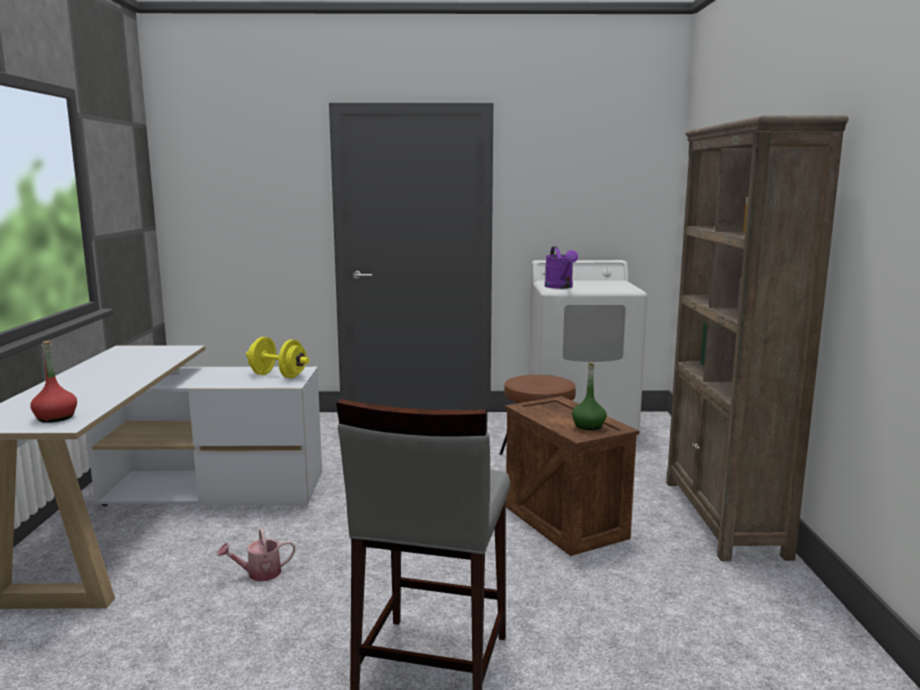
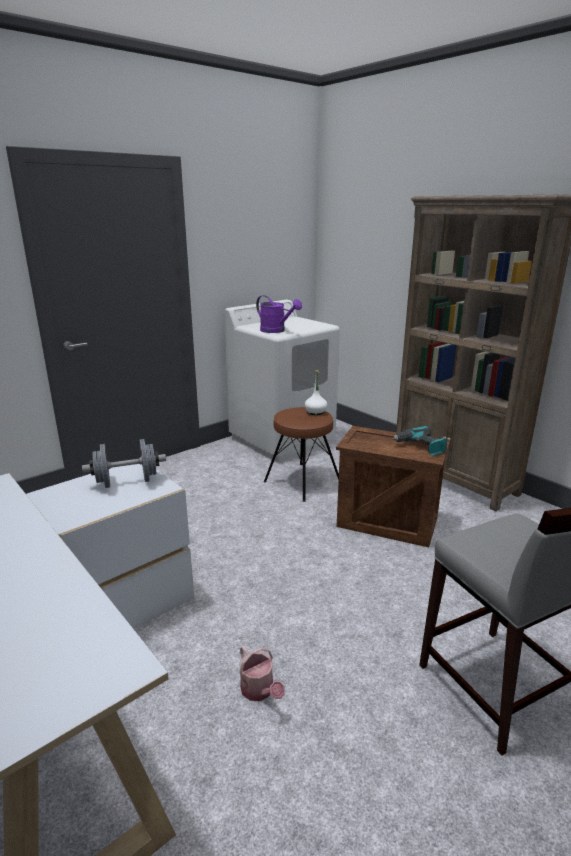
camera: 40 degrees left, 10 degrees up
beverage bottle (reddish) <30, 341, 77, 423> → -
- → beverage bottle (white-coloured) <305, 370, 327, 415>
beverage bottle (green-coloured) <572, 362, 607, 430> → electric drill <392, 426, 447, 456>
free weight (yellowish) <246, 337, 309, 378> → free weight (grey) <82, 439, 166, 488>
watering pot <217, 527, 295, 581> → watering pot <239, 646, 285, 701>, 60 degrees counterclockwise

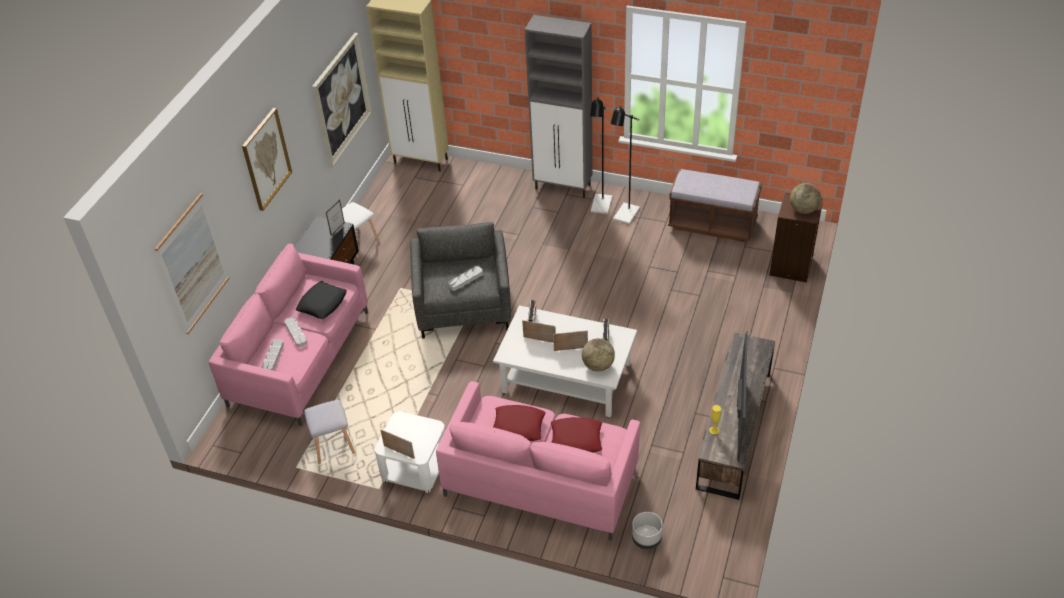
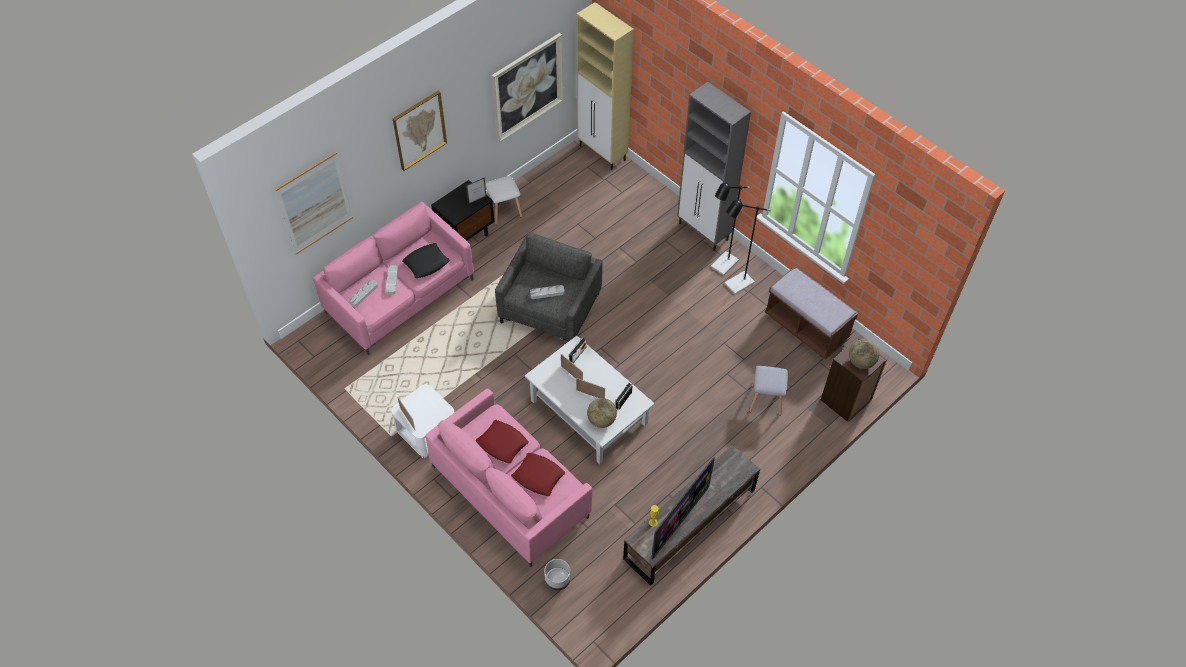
camera: 25 degrees right, 10 degrees up
sitting stool (grey) <304, 400, 355, 464> → sitting stool (grey) <749, 366, 788, 416>, moved

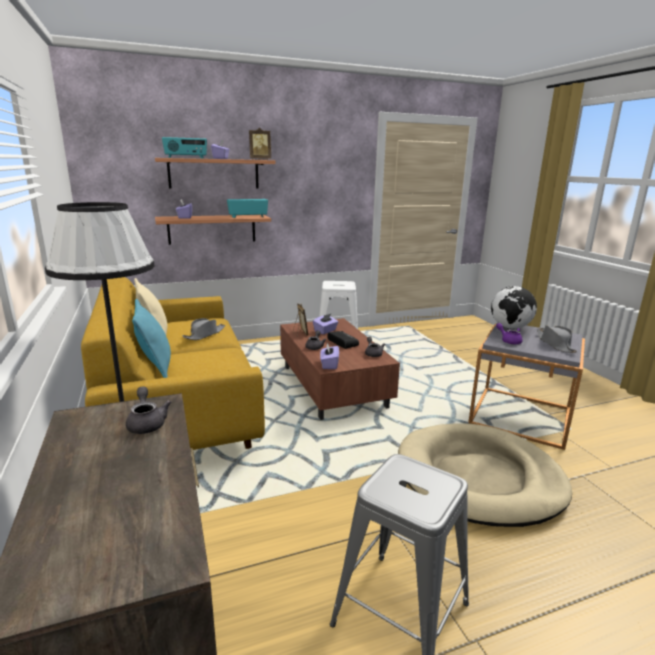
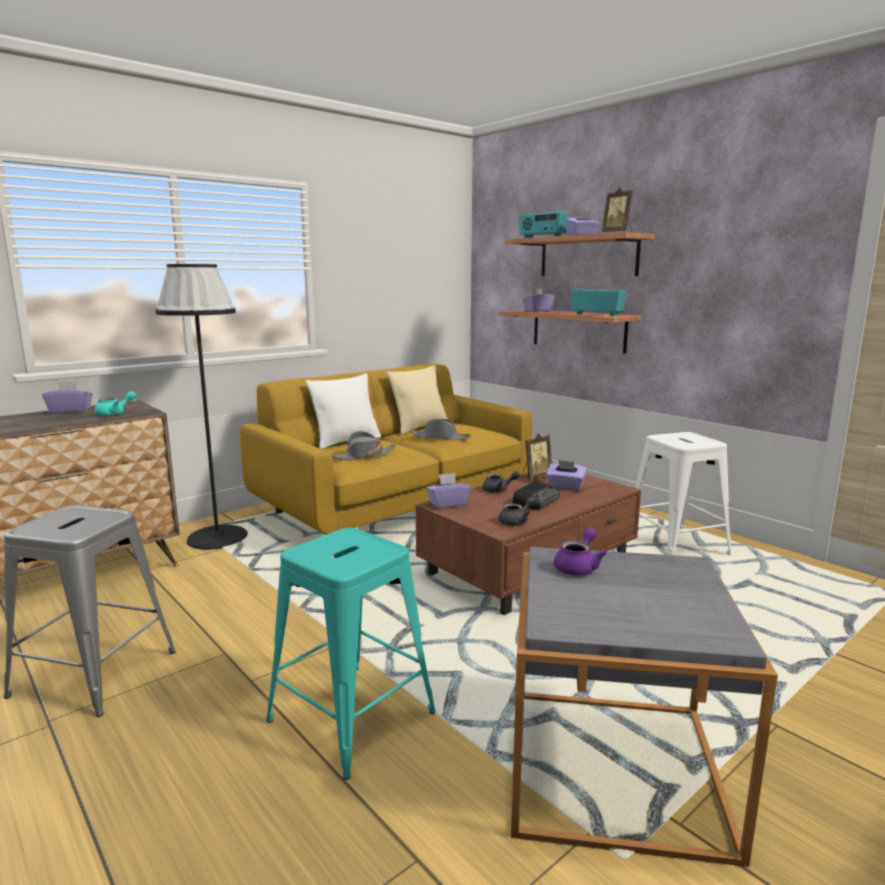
camera: 70 degrees right, 5 degrees down
world globe <491, 286, 537, 329> → -
- → tissue holder (purple-coloured) <42, 380, 93, 414>
wearable hat (grey) <537, 325, 577, 353> → wearable hat (grey) <332, 431, 396, 460>, moved
pet bed (beige) <398, 423, 572, 527> → sitting stool (blue-green) <266, 528, 436, 780>
pot for tea (grey) <126, 386, 171, 434> → pot for tea (blue-green) <94, 391, 136, 416>
pillow (blue-green) <132, 299, 171, 378> → pillow (white-coloured) <306, 374, 381, 449>

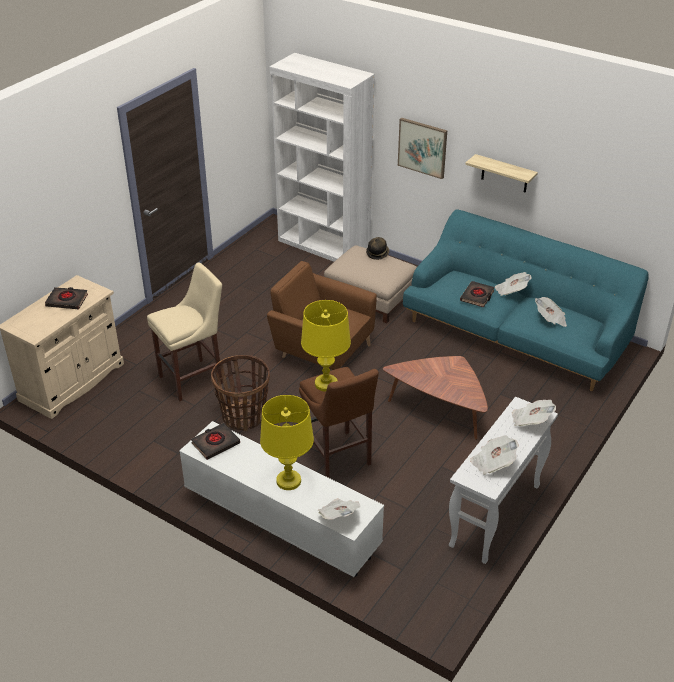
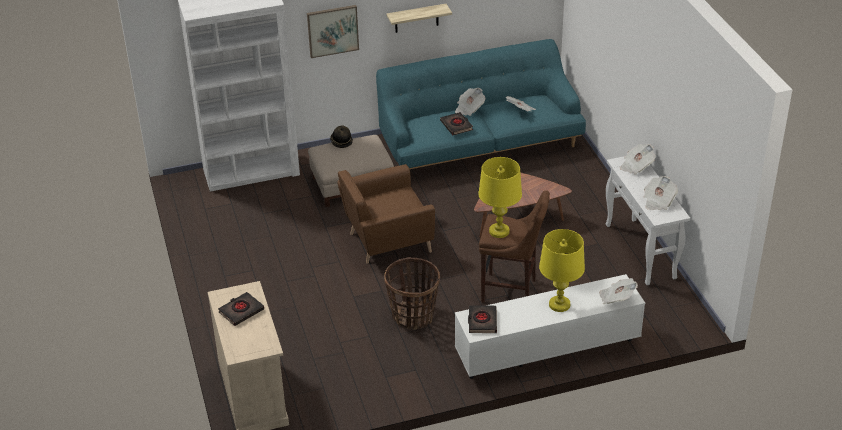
camera: 50 degrees left, 0 degrees up
sitting stool (beige) <147, 263, 223, 401> → -

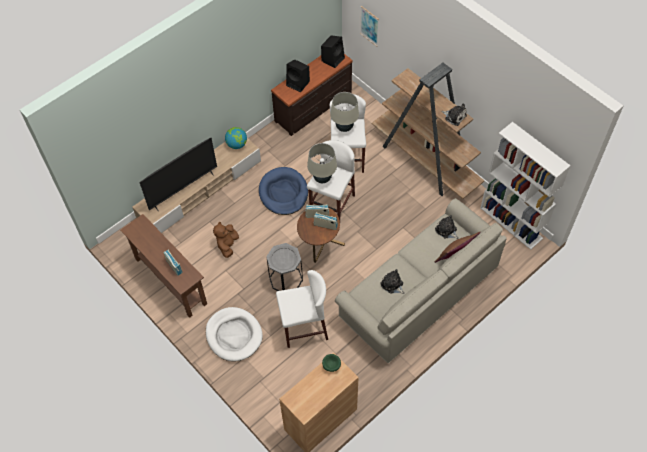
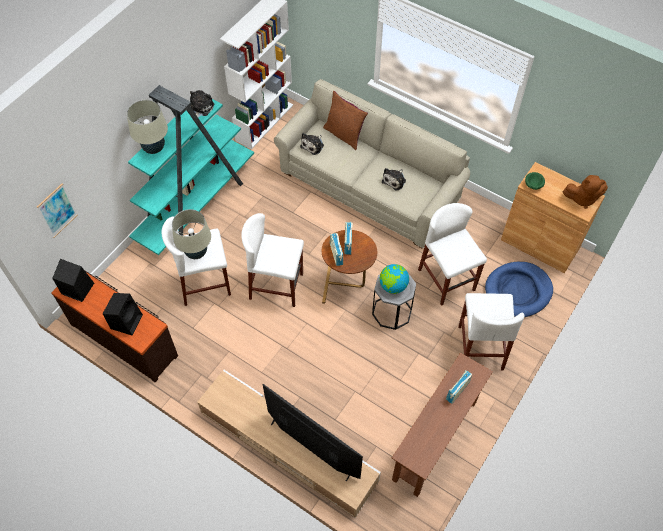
camera: 105 degrees left, 0 degrees up
plush toy (brown-coloured) <213, 222, 239, 258> → plush toy (brown-coloured) <563, 175, 608, 209>, moved
world globe <225, 127, 247, 149> → world globe <379, 264, 409, 294>, moved
pet bed (blue) <259, 167, 308, 215> → pet bed (blue) <485, 262, 553, 317>, moved
lamp for a table (beige) <307, 143, 337, 183> → lamp for a table (beige) <127, 100, 168, 154>, moved
pet bed (white-coloured) <206, 307, 263, 361> → sitting stool (white-coloured) <458, 293, 524, 371>
bookshelf (brown-coloured) <372, 63, 484, 199> → bookshelf (blue-green) <128, 85, 254, 255>

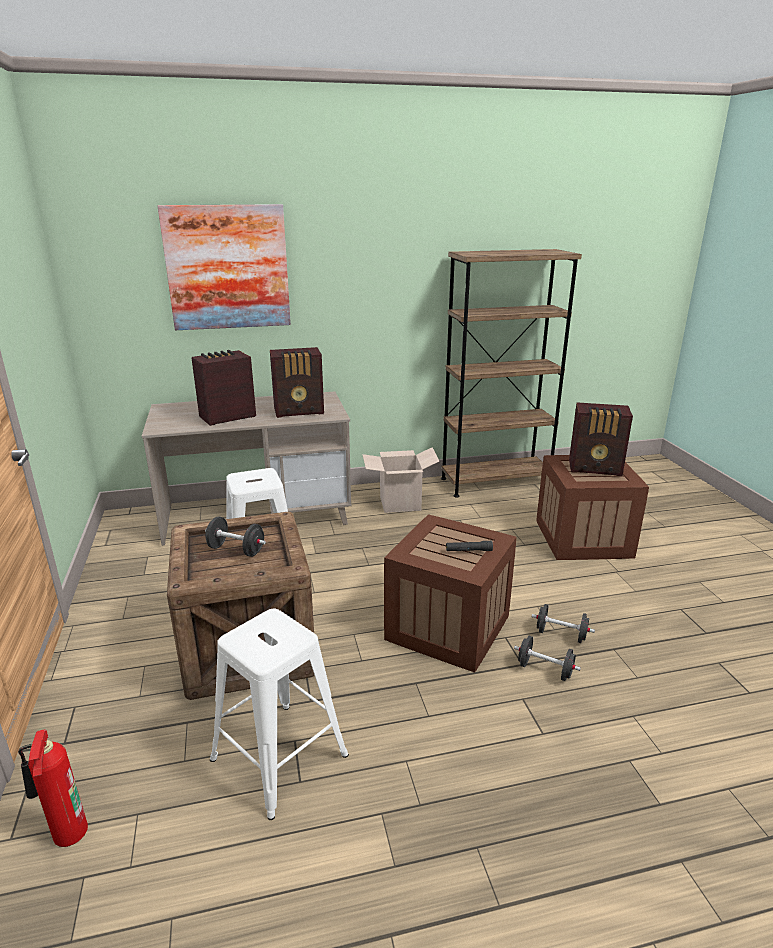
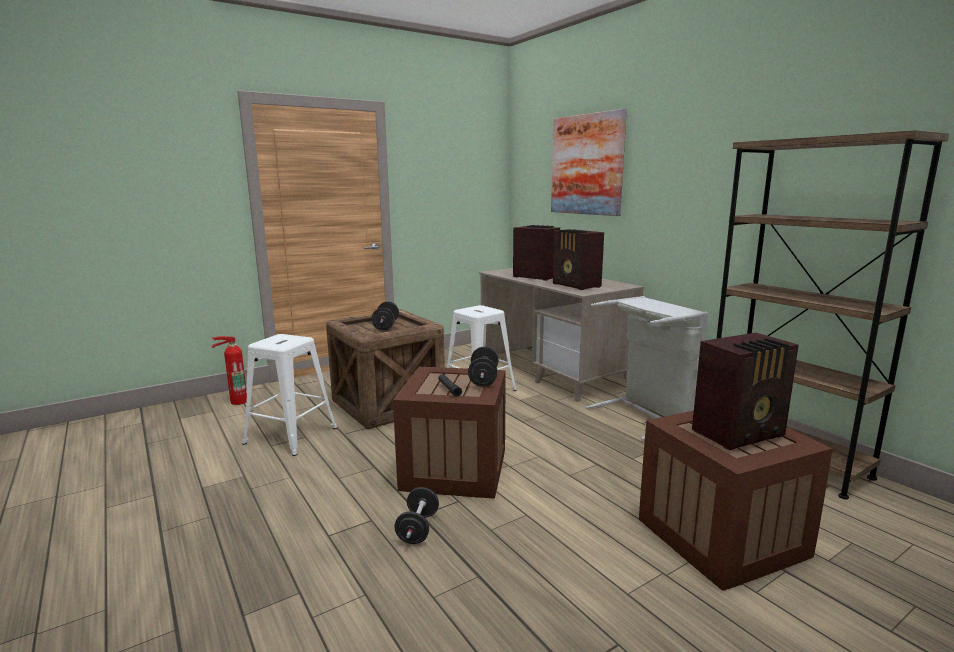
camera: 70 degrees right, 10 degrees down
free weight (black-coloured) <532, 604, 595, 643> → free weight (black-coloured) <468, 347, 499, 387>, moved
cardboard box <362, 447, 440, 513> → washing basket (grey) <586, 296, 708, 440>
radio <569, 402, 633, 476> → radio <692, 333, 799, 450>, 105 degrees counterclockwise

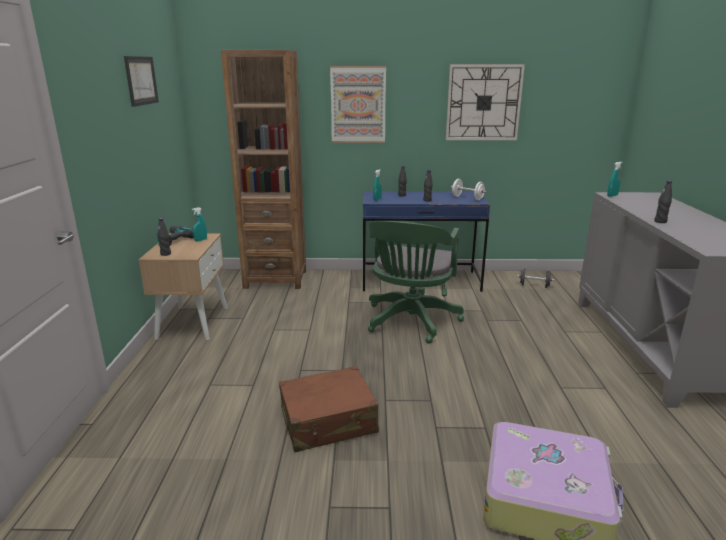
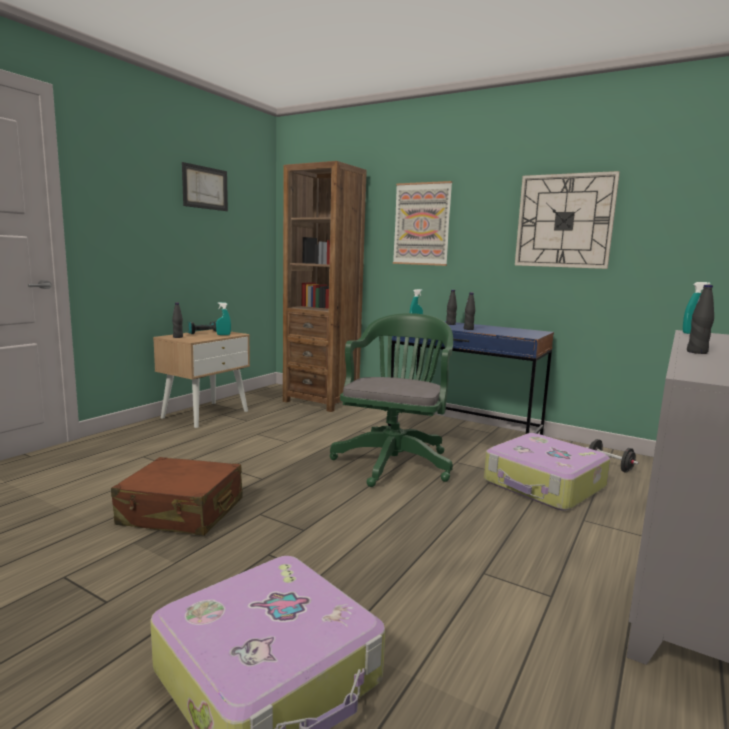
camera: 30 degrees right, 10 degrees down
free weight (white-coloured) <451, 179, 487, 200> → -
- → piece of luggage <484, 433, 610, 511>
desk chair (green-coloured) <368, 221, 464, 344> → desk chair (green-coloured) <330, 313, 453, 487>, 150 degrees clockwise

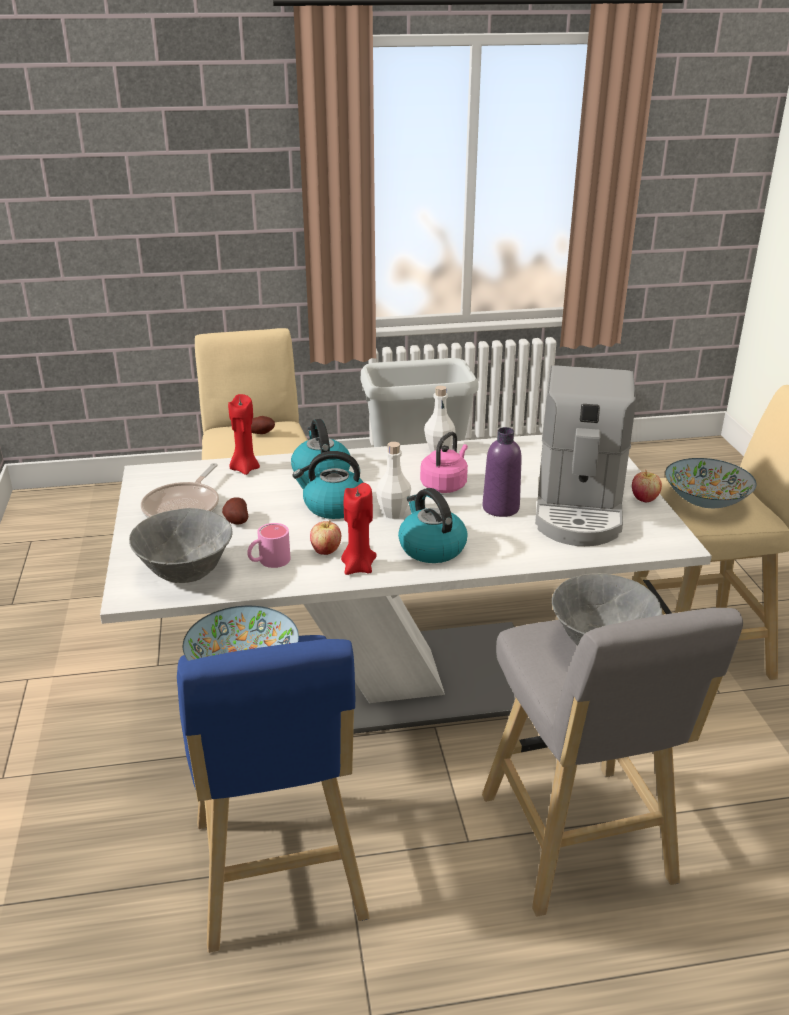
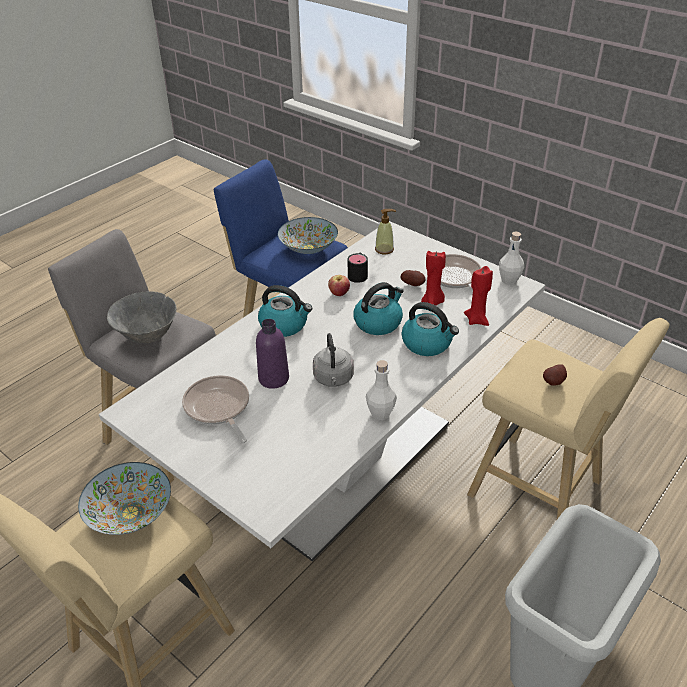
camera: 140 degrees right, 10 degrees up
whole apple <632, 470, 662, 502> → -
wax candle (reddish) <341, 483, 377, 575> → wax candle (reddish) <421, 249, 446, 306>, moved
beverage bottle (white-coloured) <376, 442, 411, 519> → beverage bottle (white-coloured) <499, 232, 524, 285>, moved
serving bowl (grey) <129, 508, 233, 583> → soap bottle <375, 209, 396, 254>
coffee brewer <535, 365, 636, 546> → pan <182, 375, 249, 443>
mug (pink) <247, 523, 291, 568> → mug (black-coloured) <348, 253, 368, 283>
kettle (pink) <420, 432, 468, 493> → kettle (grey) <313, 333, 354, 387>

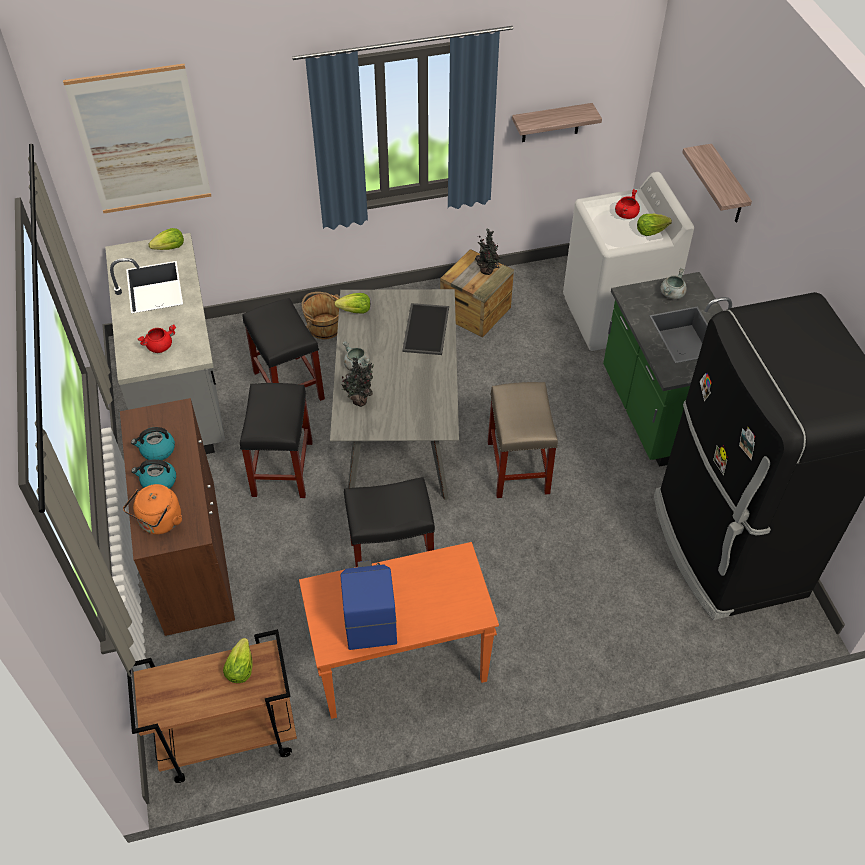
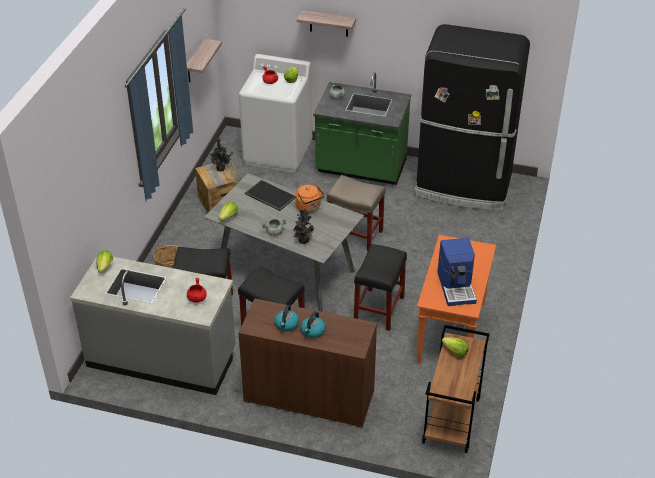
camera: 60 degrees left, 10 degrees down
picture <63, 64, 211, 213> → -
kettle (orange) <123, 484, 182, 534> → kettle (orange) <295, 185, 325, 213>, moved
coffee brewer <340, 561, 397, 650> → coffee brewer <438, 238, 477, 306>, 120 degrees counterclockwise

